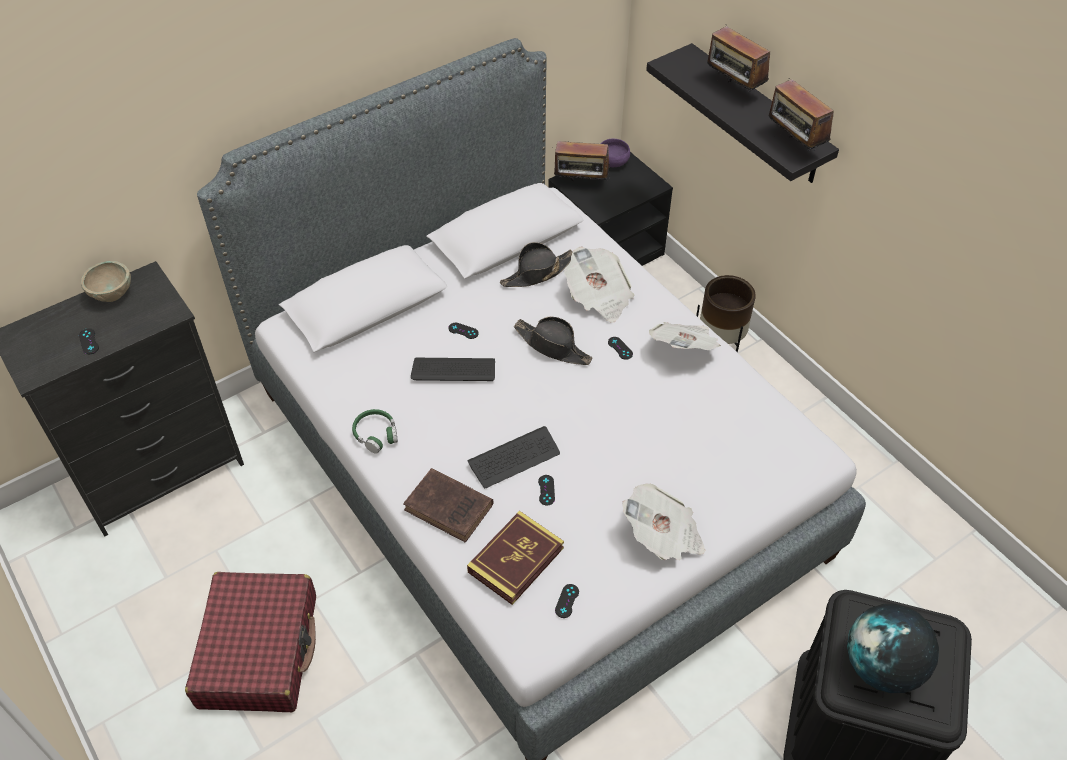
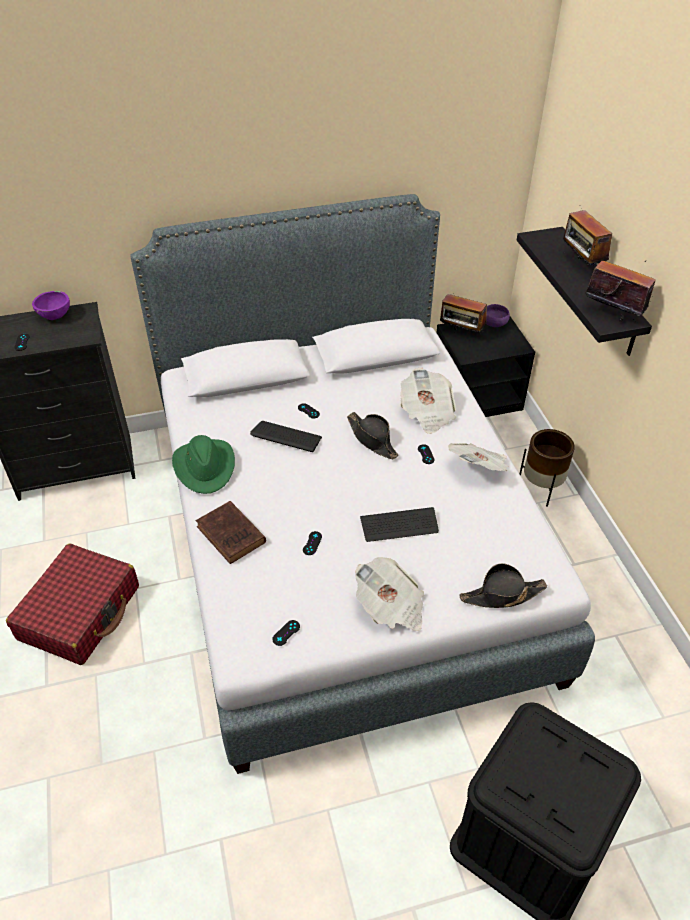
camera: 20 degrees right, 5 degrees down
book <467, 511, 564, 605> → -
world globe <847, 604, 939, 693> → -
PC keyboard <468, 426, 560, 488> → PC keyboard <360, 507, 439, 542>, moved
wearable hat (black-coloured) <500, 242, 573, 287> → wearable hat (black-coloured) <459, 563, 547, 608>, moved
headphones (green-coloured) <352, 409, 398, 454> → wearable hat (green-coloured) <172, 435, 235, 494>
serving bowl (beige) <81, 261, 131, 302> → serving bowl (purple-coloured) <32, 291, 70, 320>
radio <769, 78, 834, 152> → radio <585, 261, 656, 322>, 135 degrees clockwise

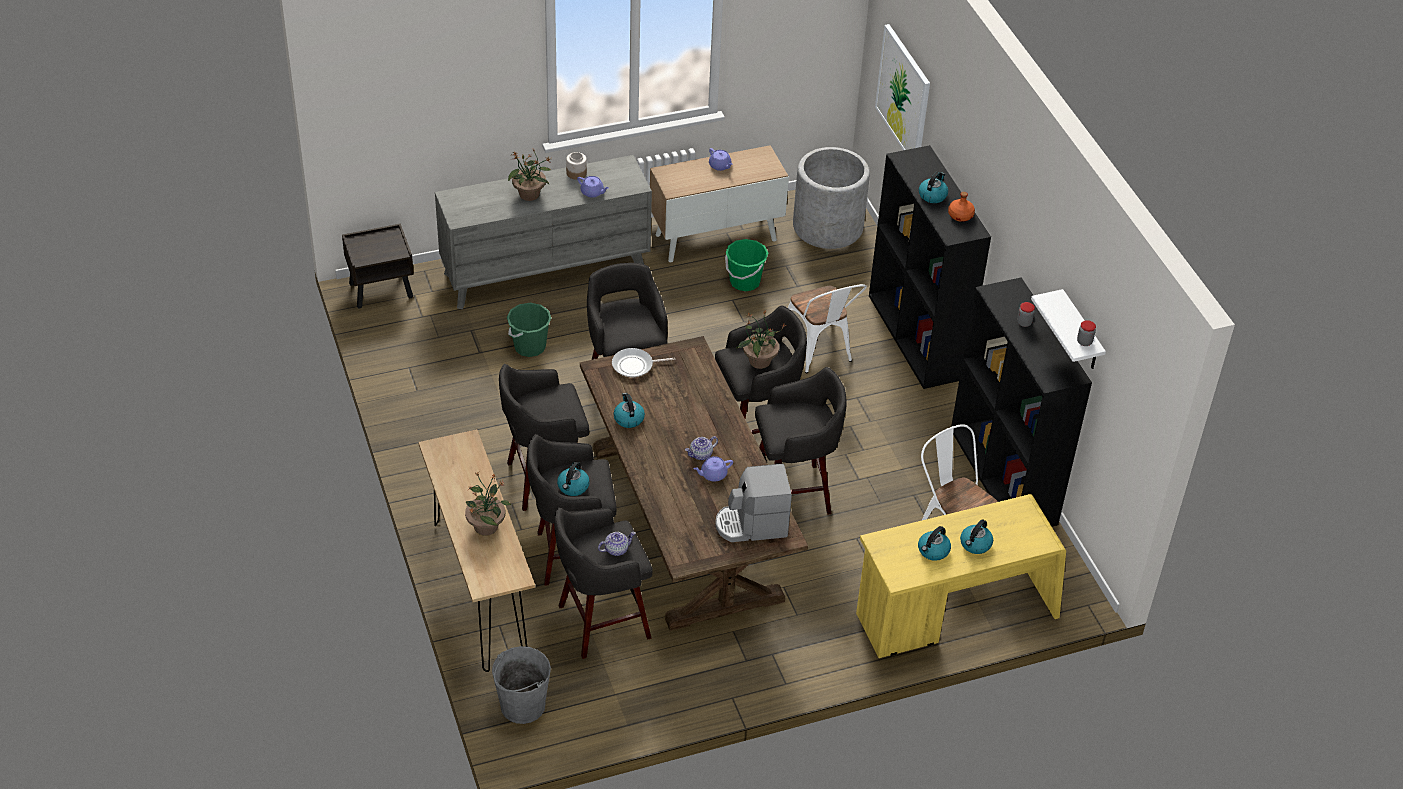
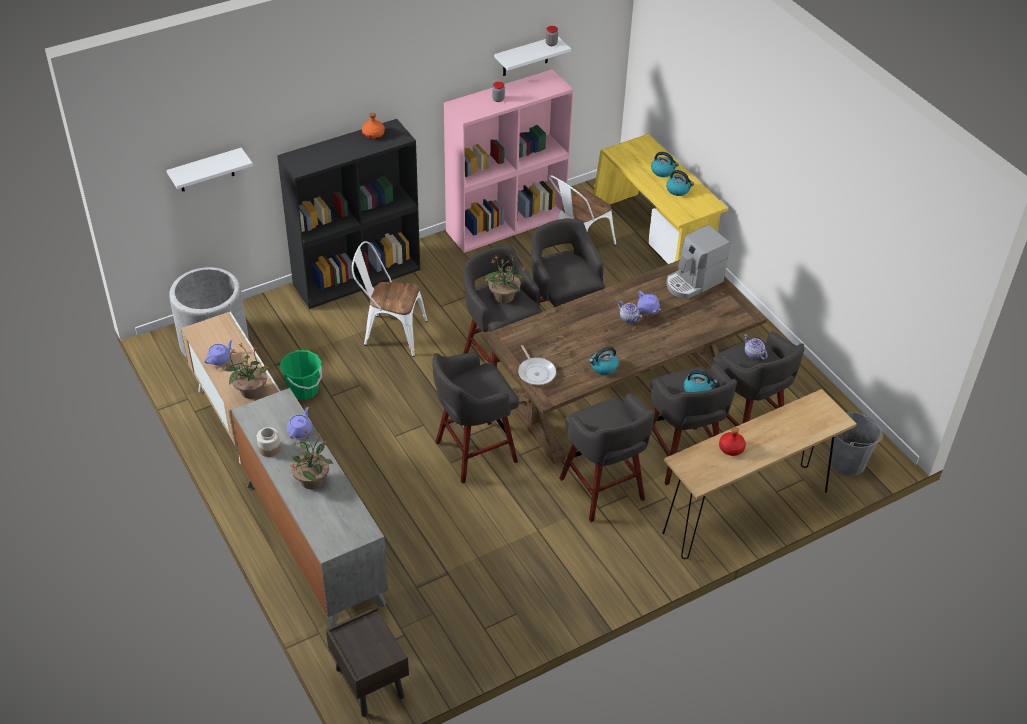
camera: 100 degrees left, 0 degrees up
bucket (green-coloured) <507, 303, 551, 357> → -
kettle <919, 171, 948, 203> → -
- → beverage bottle (reddish) <719, 427, 746, 456>
plant in a pot <465, 472, 511, 536> → plant in a pot <223, 343, 270, 399>, moved
picture <875, 24, 930, 150> → wall shelf (white-coloured) <166, 148, 253, 192>
bookshelf (black-coloured) <951, 277, 1092, 527> → bookshelf (pink) <444, 69, 573, 253>
coffee brewer <715, 464, 792, 542> → coffee brewer <666, 225, 730, 298>, 75 degrees clockwise
plain chair (white-coloured) <788, 284, 867, 373> → plain chair (white-coloured) <352, 241, 428, 357>, 135 degrees counterclockwise

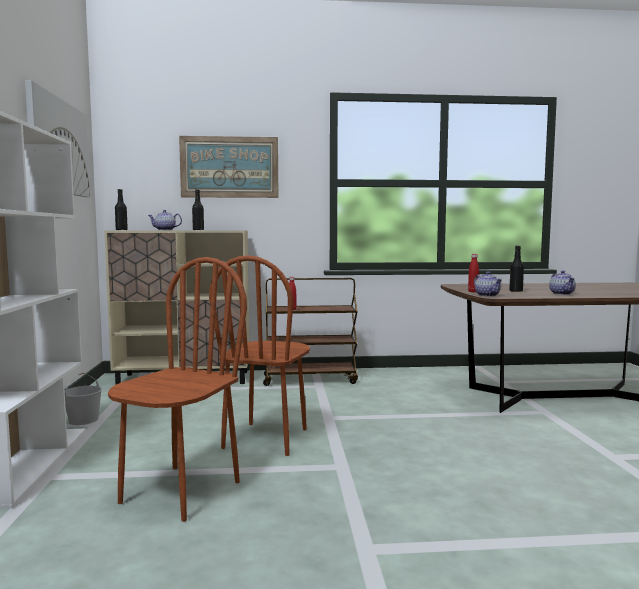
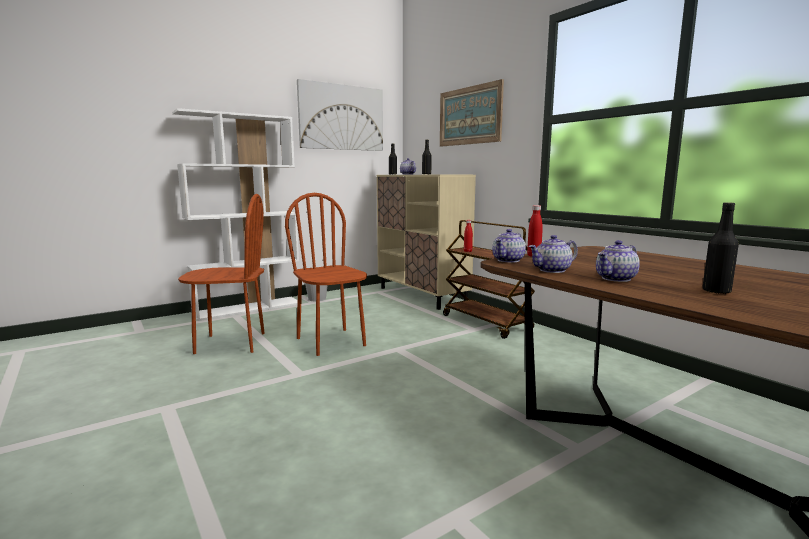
camera: 60 degrees right, 5 degrees up
- → pot for tea <528, 235, 578, 273>
beverage bottle (black-coloured) <509, 246, 524, 292> → beverage bottle (black-coloured) <702, 202, 739, 294>, moved
plain chair (brown-coloured) <209, 255, 310, 456> → plain chair (brown-coloured) <285, 193, 367, 356>, 75 degrees clockwise

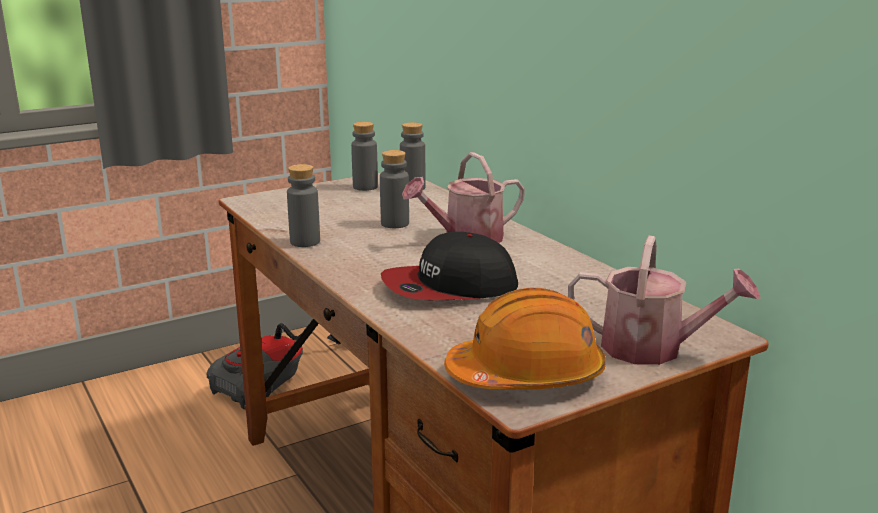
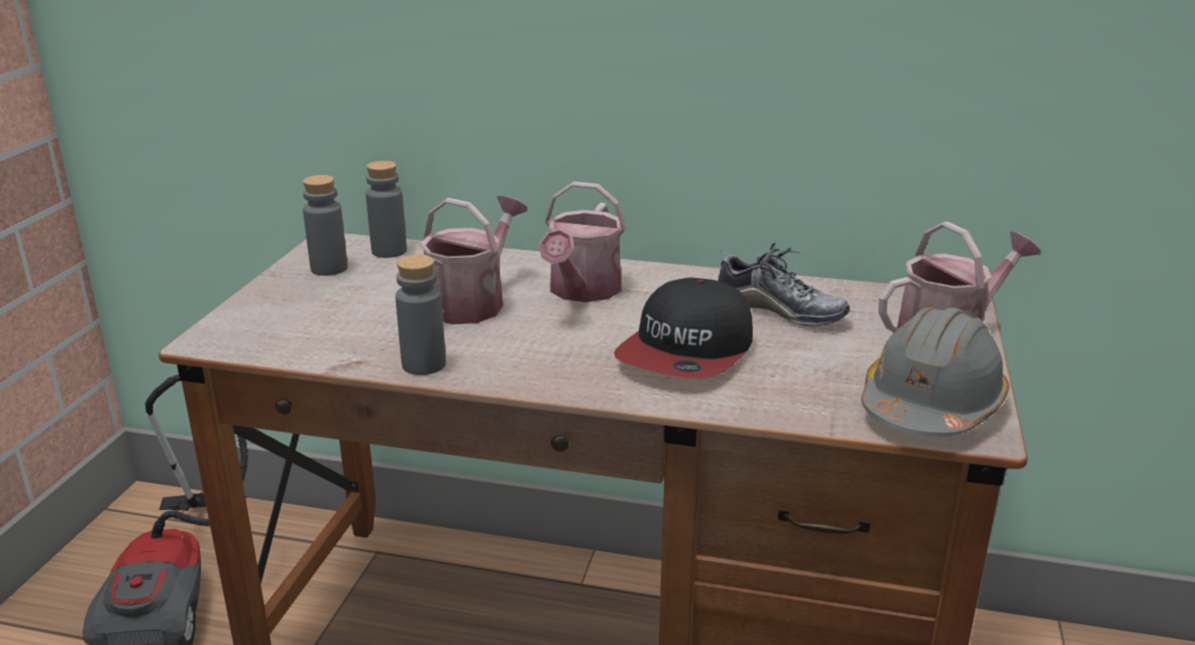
camera: 45 degrees left, 5 degrees up
- → item of footwear <718, 243, 850, 326>
beverage bottle (grey) <380, 150, 409, 228> → watering pot <420, 196, 527, 324>
work helmet (orange) <444, 287, 606, 390> → work helmet (grey) <861, 307, 1009, 437>

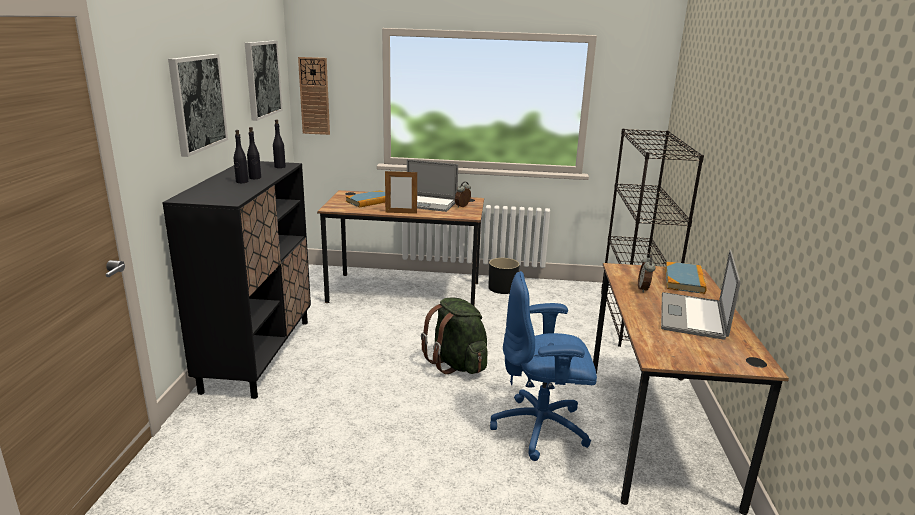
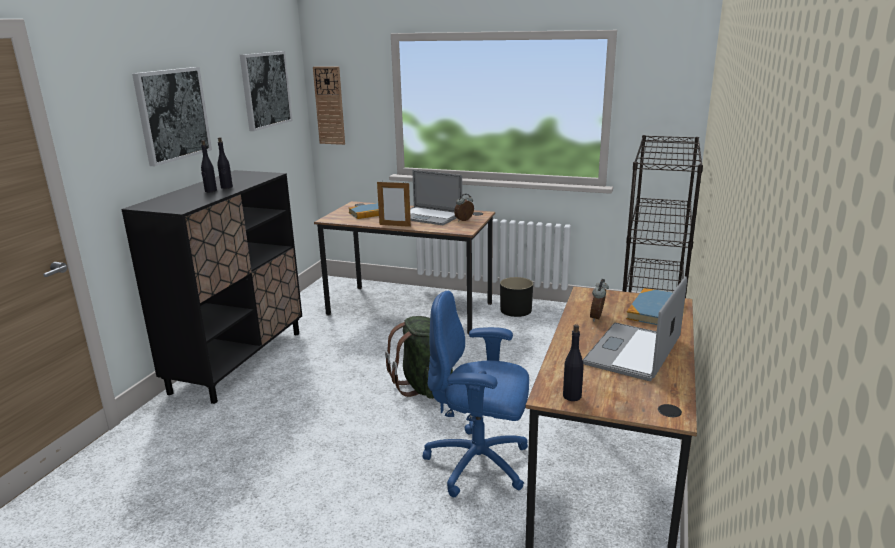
camera: 15 degrees right, 0 degrees up
beverage bottle (black-coloured) <273, 120, 286, 168> → beverage bottle (black-coloured) <563, 324, 584, 401>, moved

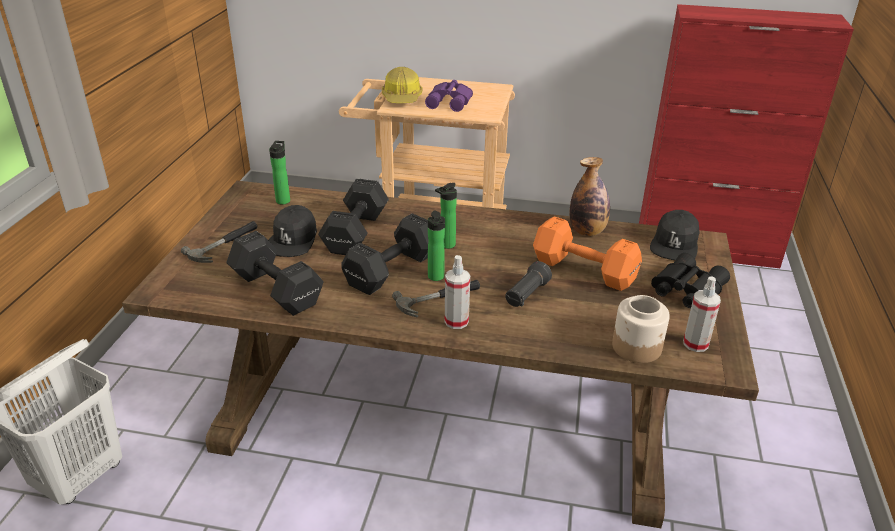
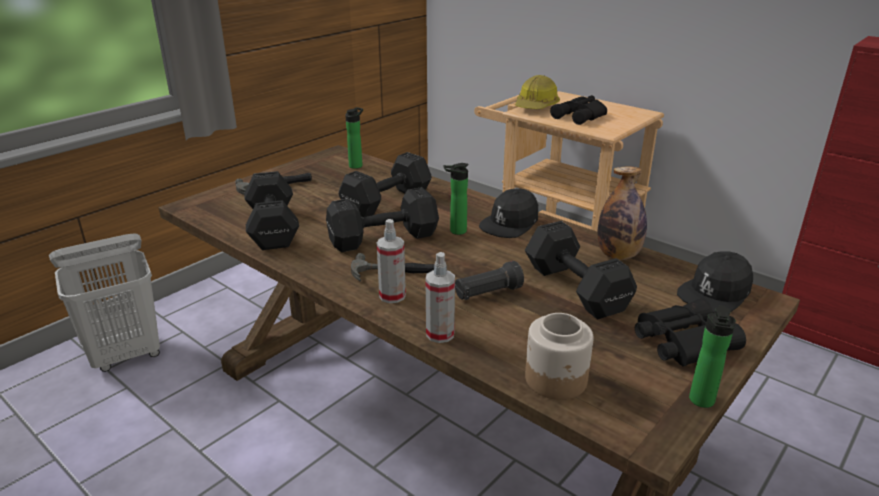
camera: 30 degrees right, 5 degrees down
baseball cap (black-coloured) <269, 205, 317, 257> → baseball cap (black-coloured) <479, 188, 538, 238>, moved
beverage bottle <428, 211, 445, 281> → beverage bottle <689, 305, 736, 408>, moved
hand sprayer <683, 277, 721, 352> → hand sprayer <425, 252, 455, 343>, moved
pair of binoculars (purple-coloured) <425, 80, 473, 112> → pair of binoculars (black-coloured) <550, 95, 607, 125>
free weight (orange) <533, 216, 642, 291> → free weight (black-coloured) <525, 221, 637, 319>

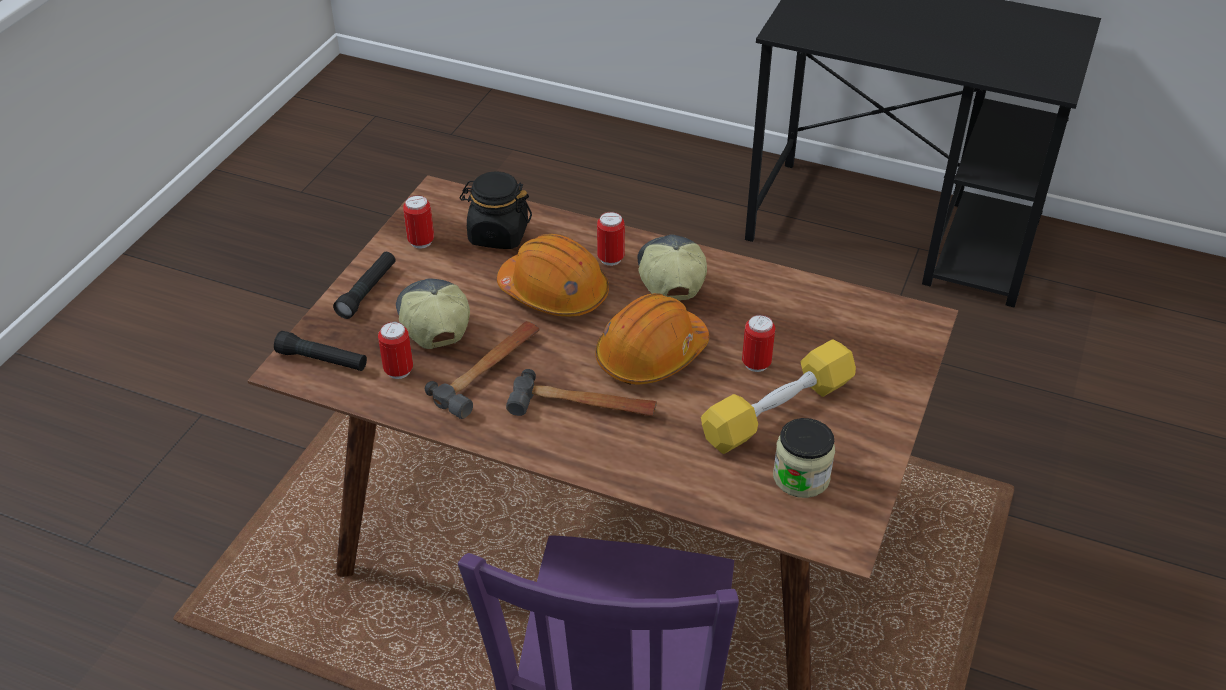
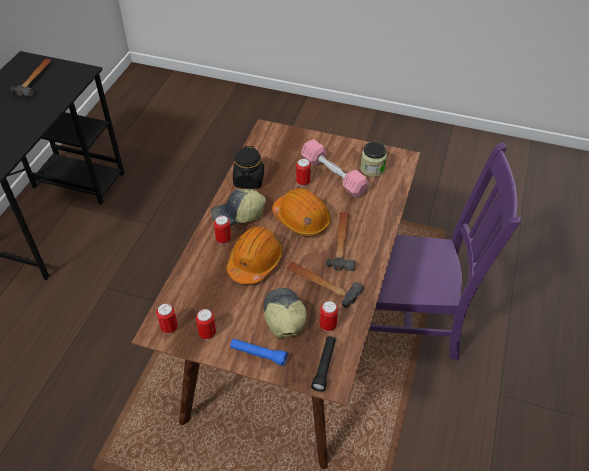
camera: 95 degrees left, 5 degrees up
- → hand hammer <11, 59, 51, 97>
- → metal can <156, 303, 178, 334>
storage jar (black-coloured) <459, 171, 532, 249> → storage jar (black-coloured) <233, 146, 264, 189>, moved
flashlight (black-coloured) <333, 252, 396, 319> → flashlight (blue) <230, 338, 288, 366>
free weight (yellowish) <701, 339, 856, 454> → free weight (pink) <301, 139, 369, 198>
baseball cap <396, 278, 470, 349> → baseball cap <264, 288, 307, 338>, 105 degrees clockwise

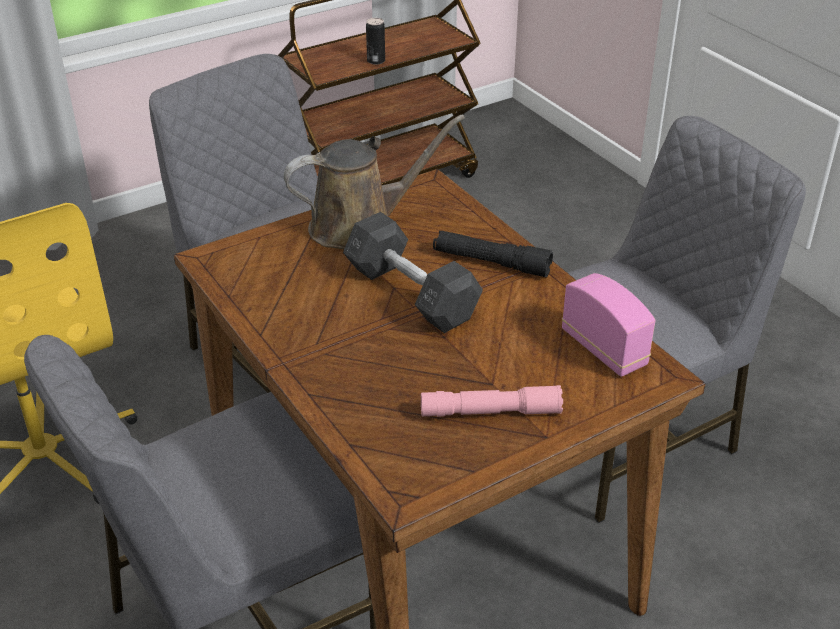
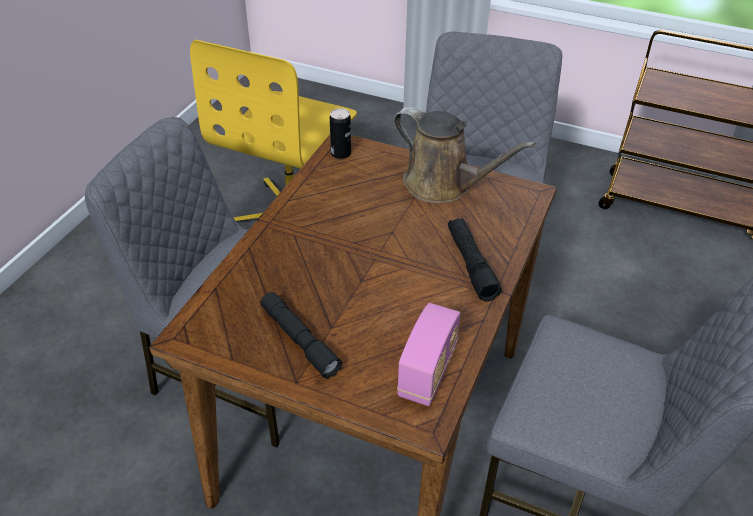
camera: 55 degrees right, 5 degrees up
free weight (grey) <343, 212, 483, 333> → -
metal can <366, 18, 385, 65> → metal can <330, 108, 351, 159>, moved
flashlight (pink) <421, 385, 563, 417> → flashlight (black-coloured) <261, 292, 342, 379>

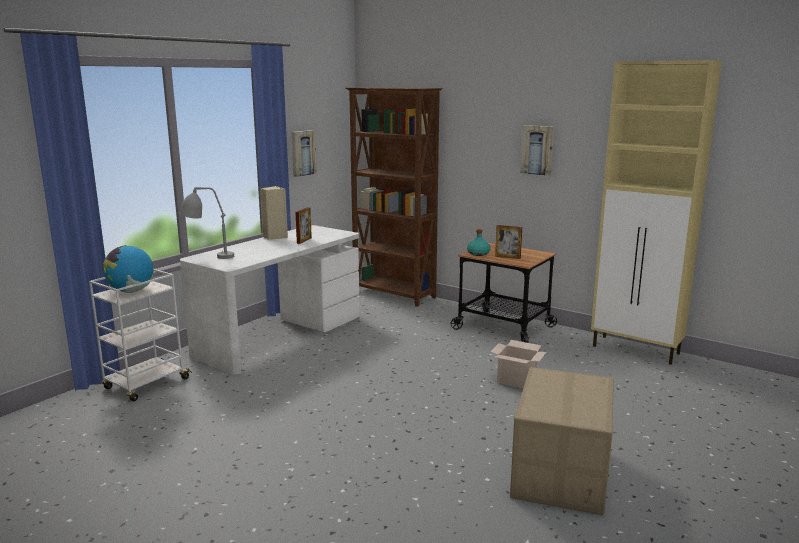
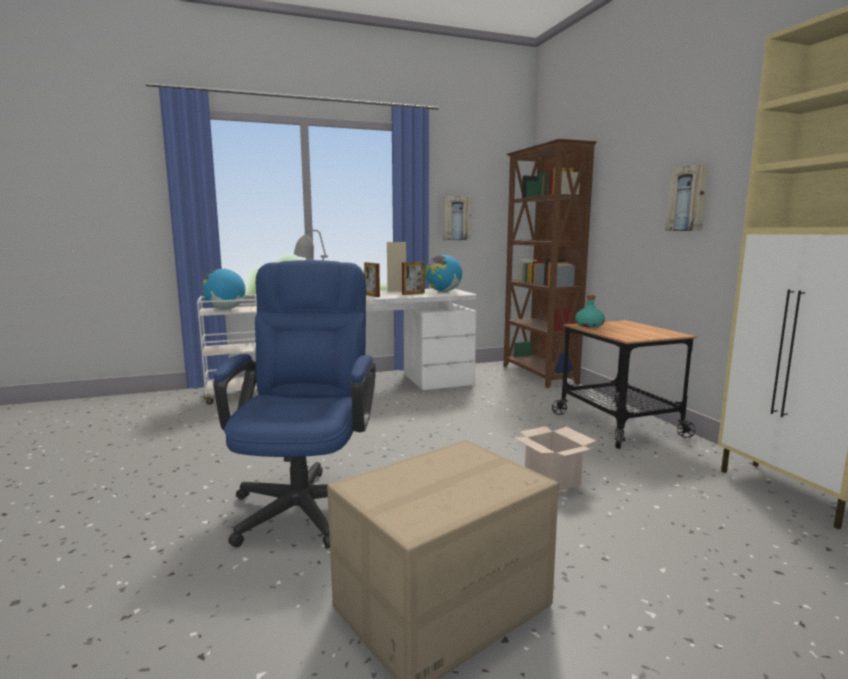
camera: 35 degrees right, 5 degrees down
- → desk chair (blue) <213, 260, 376, 549>
- → world globe <425, 255, 462, 292>
picture frame <495, 225, 522, 259> → picture frame <364, 262, 380, 297>, moved

